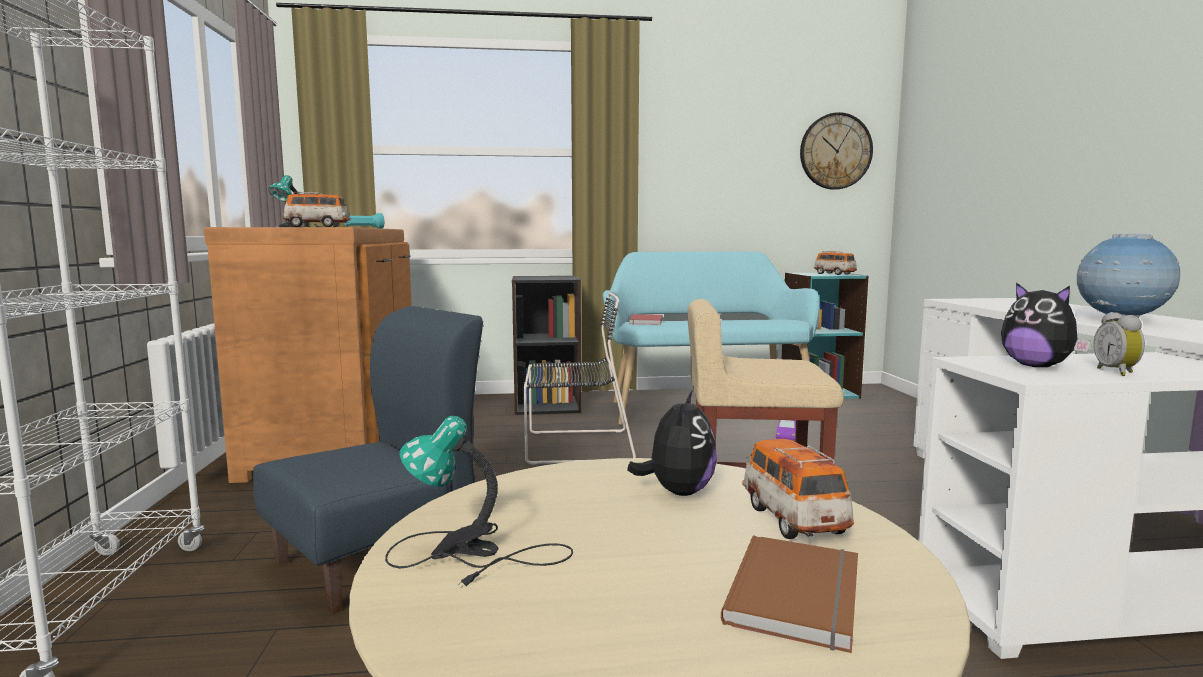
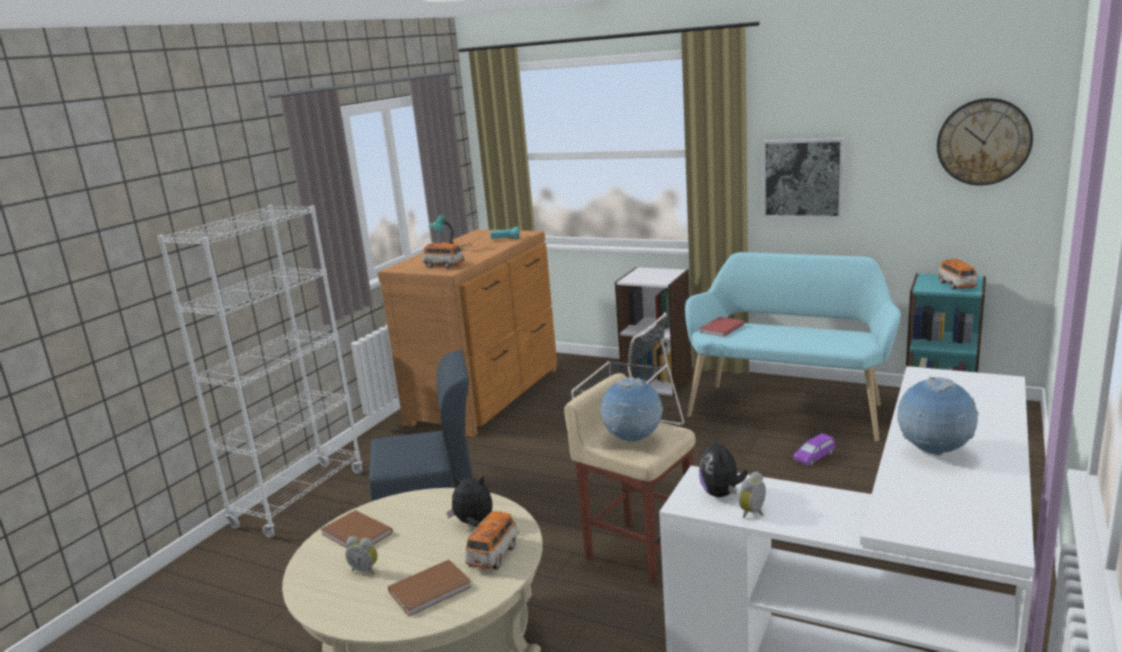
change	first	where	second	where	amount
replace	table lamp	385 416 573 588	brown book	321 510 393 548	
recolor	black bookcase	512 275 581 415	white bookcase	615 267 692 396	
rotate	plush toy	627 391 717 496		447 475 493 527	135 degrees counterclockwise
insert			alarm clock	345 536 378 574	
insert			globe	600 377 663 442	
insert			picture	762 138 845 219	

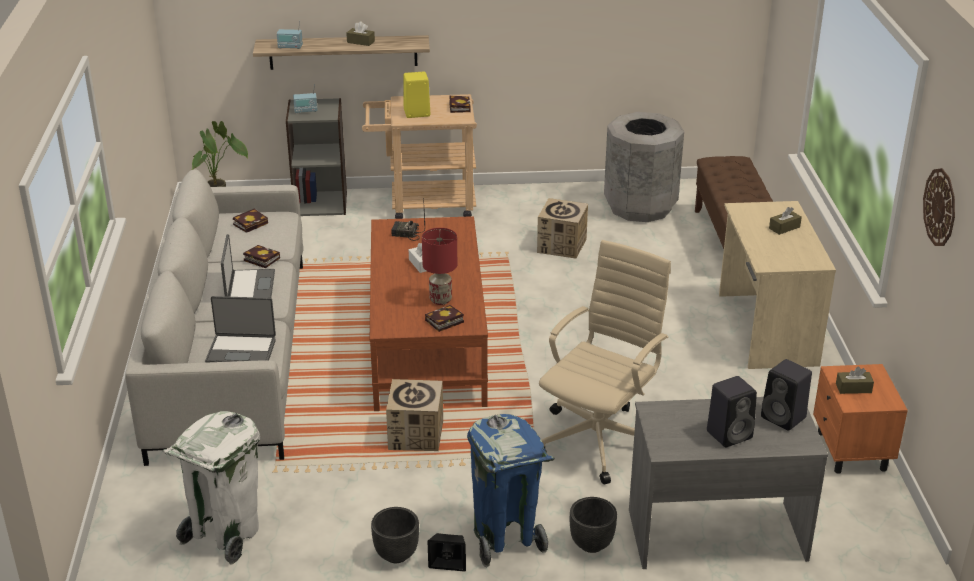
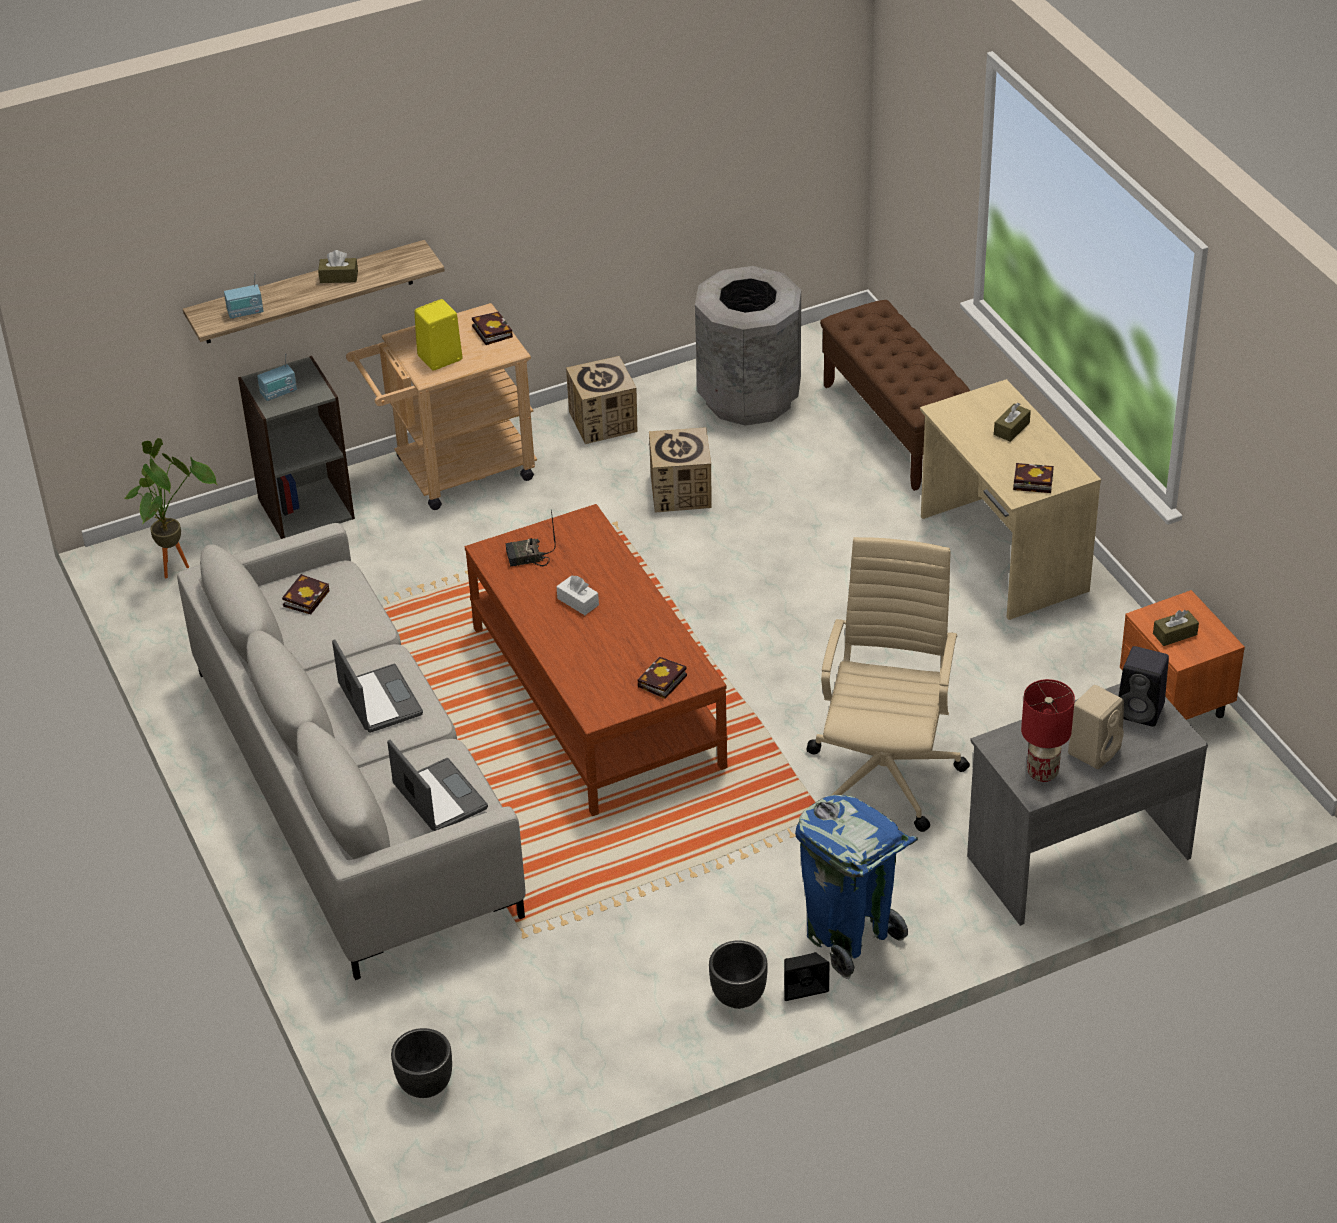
change	first	where	second	where	amount
delete	white trash can	163 411 260 565			
rotate	laptop	205 296 276 363		387 740 488 831	105 degrees counterclockwise
move	book	243 245 280 268		1013 463 1054 493	
move	cardboard box	386 379 443 451		566 356 637 444	
move	red table lamp	422 228 457 305		1021 679 1075 782	
move	black planter	569 497 617 553		391 1028 452 1098	
recolor	black speaker	707 376 757 448	beige speaker	1068 685 1124 769	
delete	wall clock	923 168 955 246			

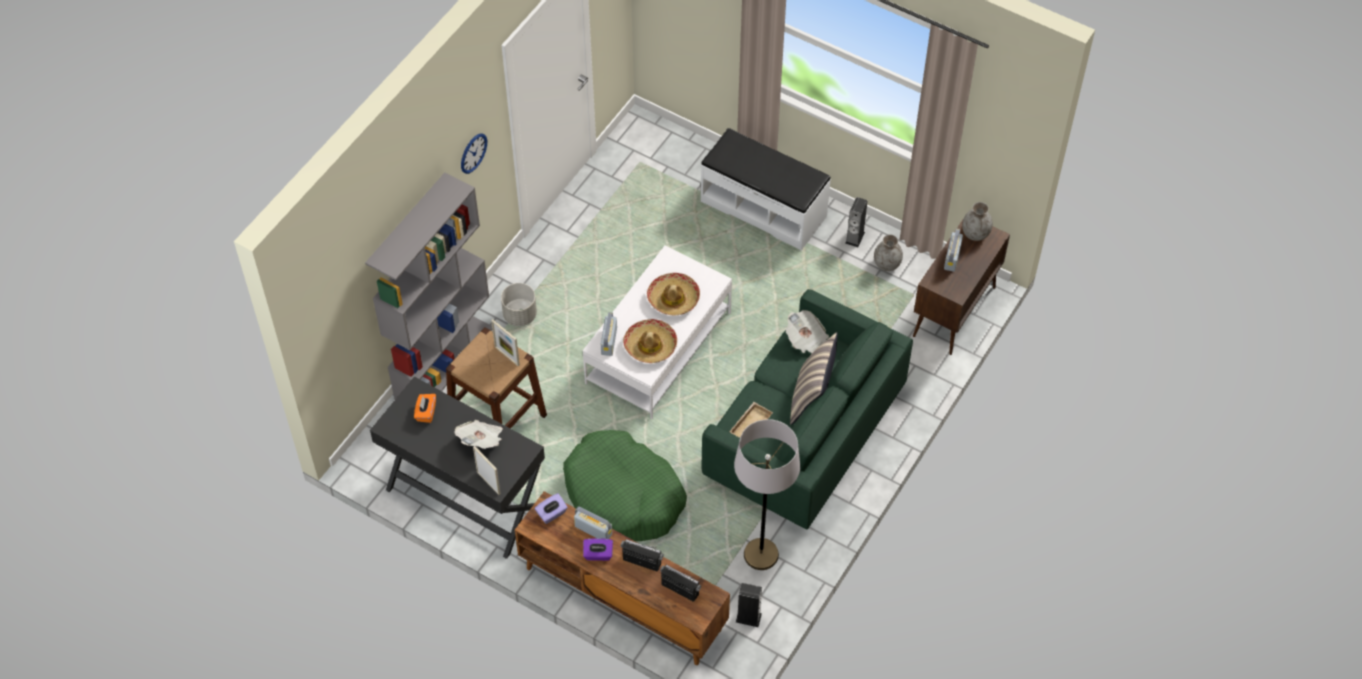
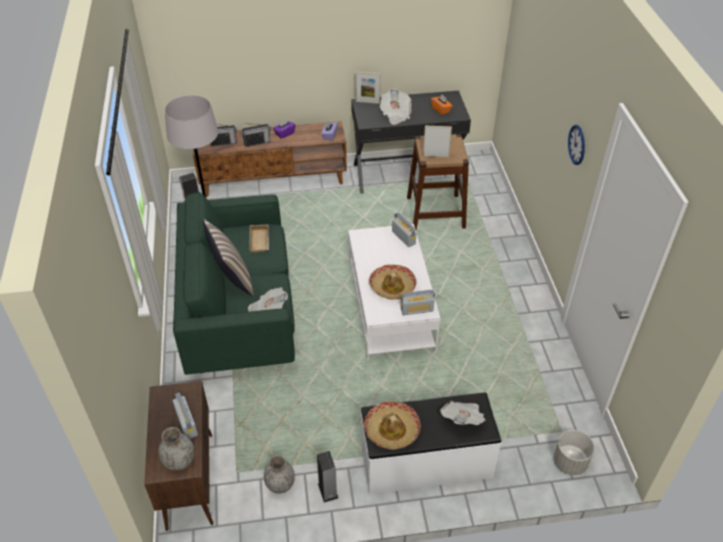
change	first	where	second	where	amount
delete	grey bookcase	365 173 492 400			
move	grey planter	501 283 537 326		553 430 595 476	
delete	green dog bed	563 430 687 541			
move	radio	574 506 612 539		401 290 435 315	
move	hat	623 319 677 363		364 401 421 450	
insert			newspaper	440 401 486 425	

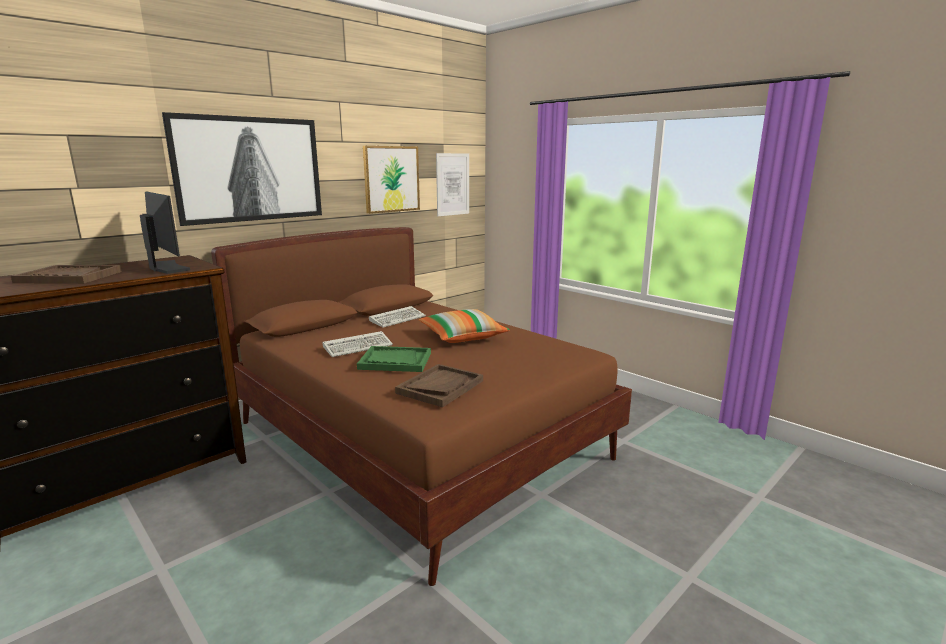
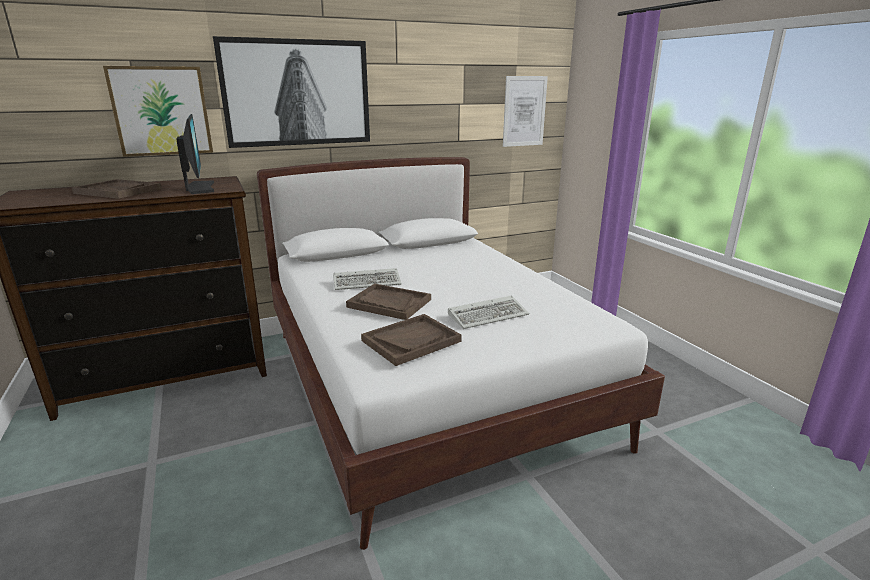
change	first	where	second	where	amount
recolor	brown bed	211 227 632 586	white bed	257 157 665 550	
recolor	green tray	357 346 431 372	brown tray	346 284 431 320	
move	picture	363 146 420 214		103 66 213 157	
move	keyboard	369 306 426 328		448 295 529 329	
delete	pillow	419 309 510 343			

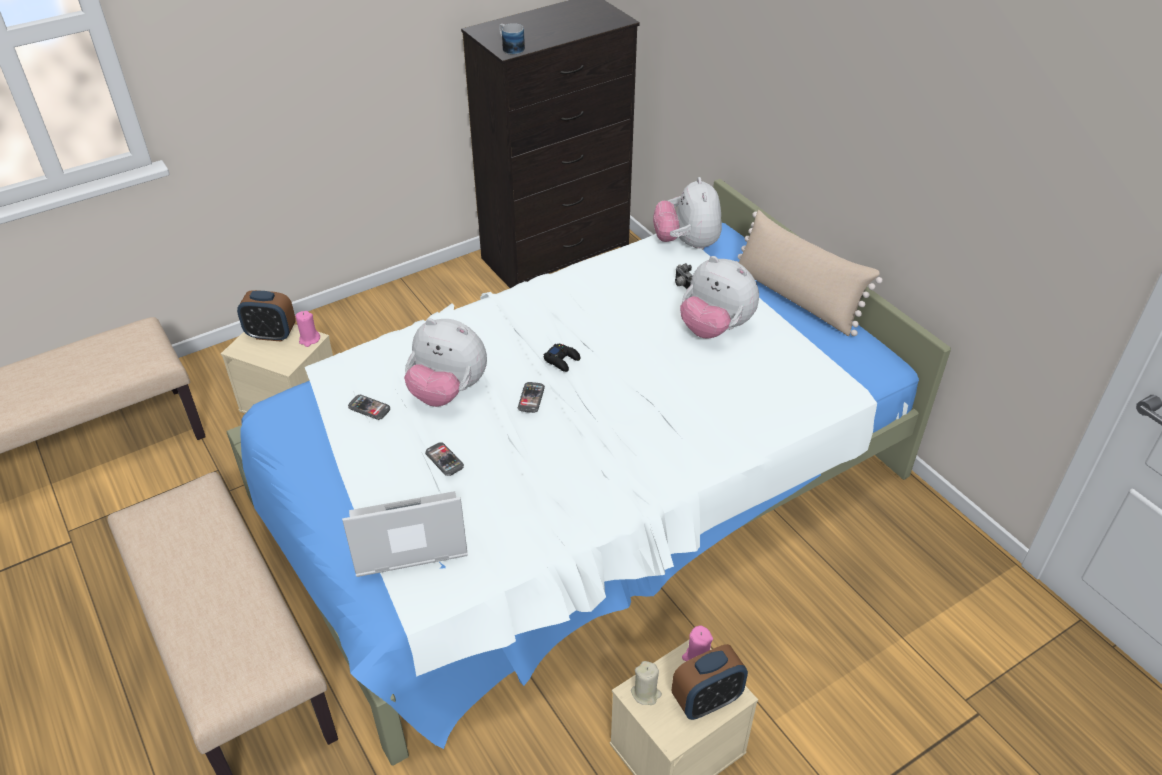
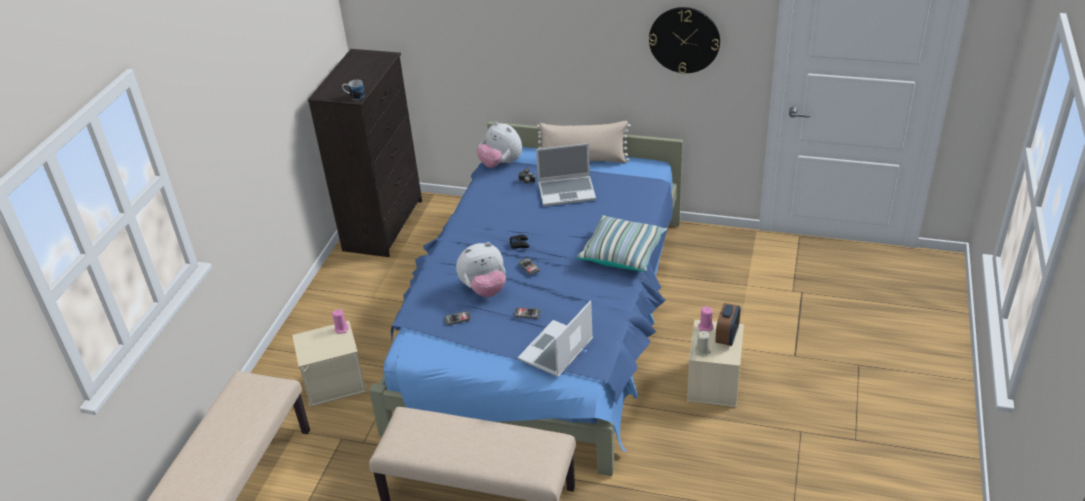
change	first	where	second	where	amount
recolor	white bed	227 179 951 766	blue bed	369 122 683 476	
delete	alarm clock	237 290 296 342			
replace	plush toy	680 256 759 339	laptop	536 143 596 206	
insert			pillow	576 215 667 272	
insert			wall clock	649 7 720 74	

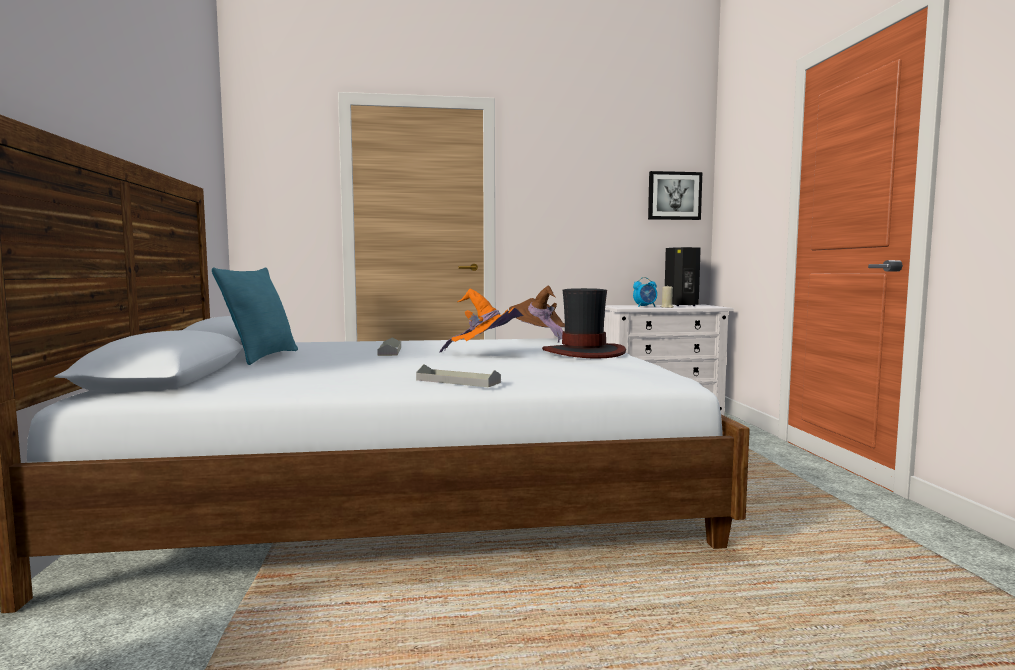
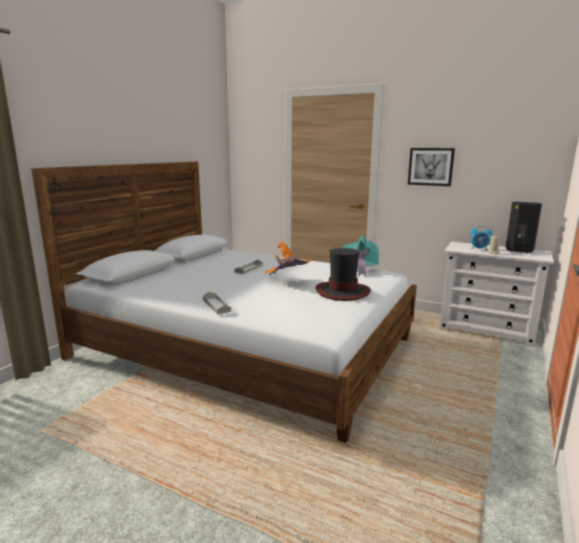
change	first	where	second	where	amount
delete	turquoise pillow	212 267 298 365			
recolor	brown hat	509 286 565 343	turquoise hat	342 235 379 277	
move	picture	648 171 702 220		408 148 455 186	

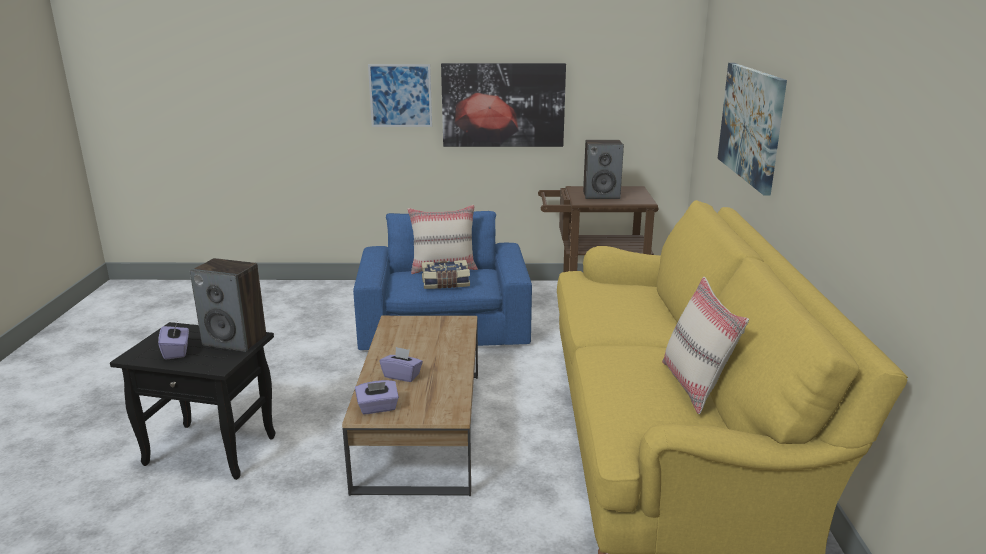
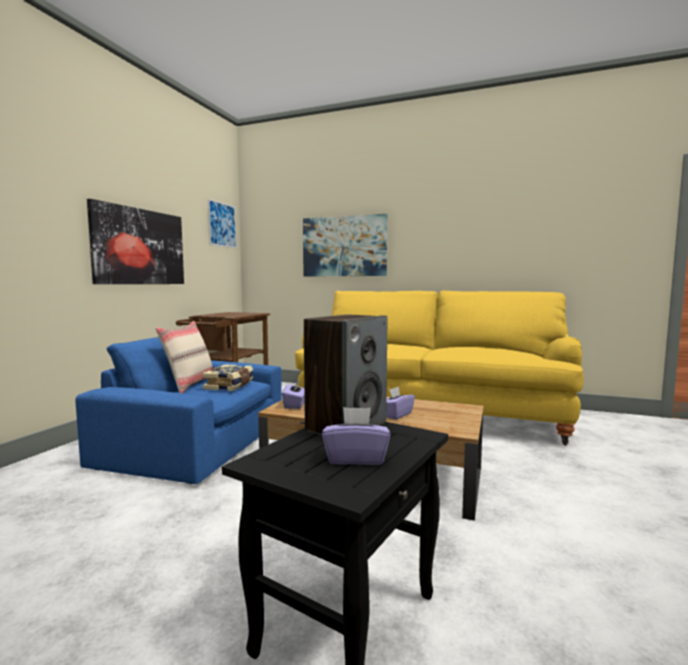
change	first	where	second	where	amount
move	purple tissue box	355 380 399 414		282 380 305 409	
move	picture	368 64 432 127		208 199 237 248	
delete	speaker	583 140 624 199			
delete	beige pillow	662 277 749 414			

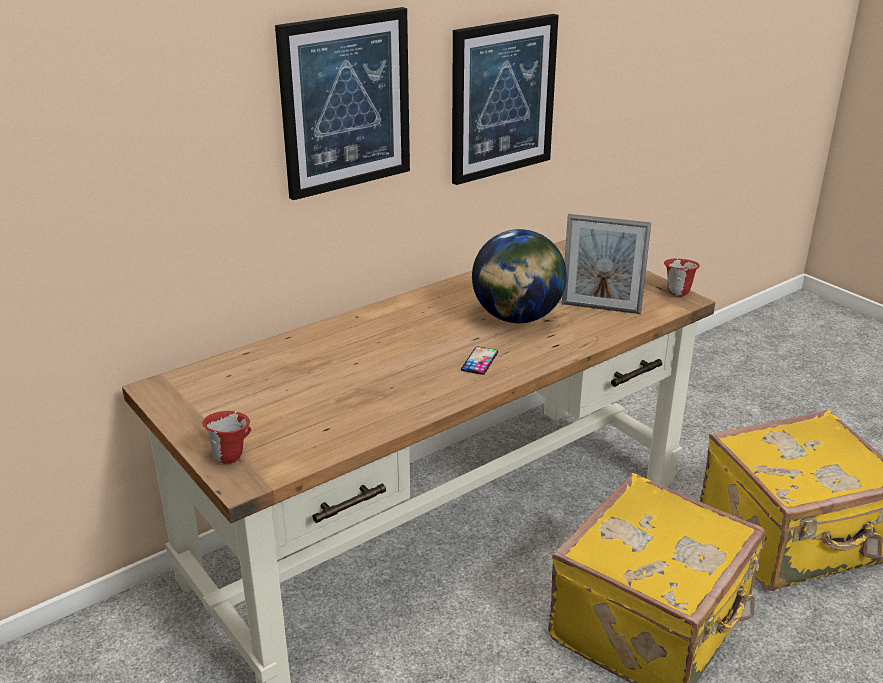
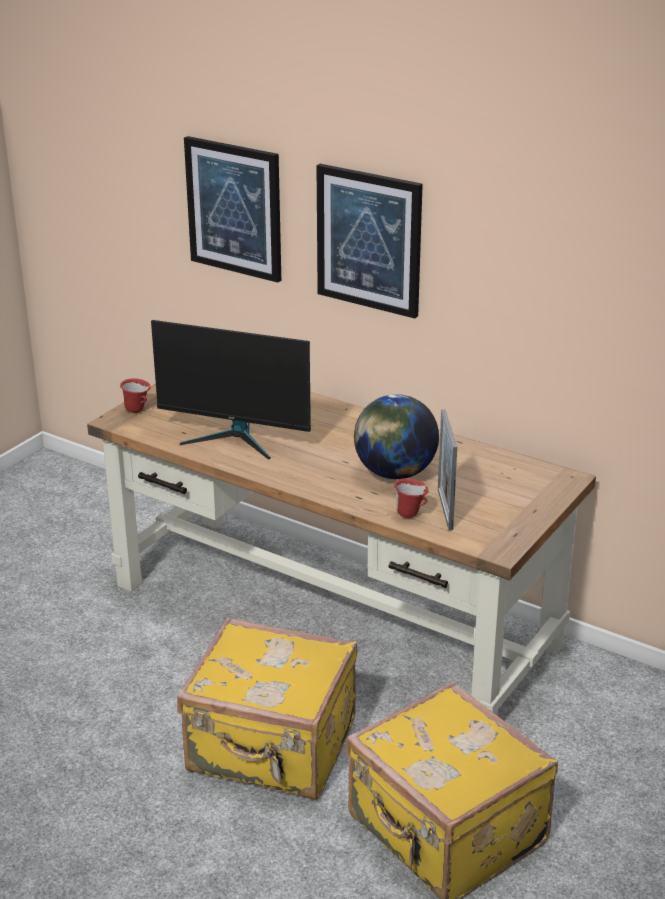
change	first	where	second	where	amount
move	picture	452 14 559 185		184 136 281 283	
delete	phone	461 347 498 375			
move	red mug	664 258 700 296		394 478 429 518	
insert			monitor	151 320 311 460	

